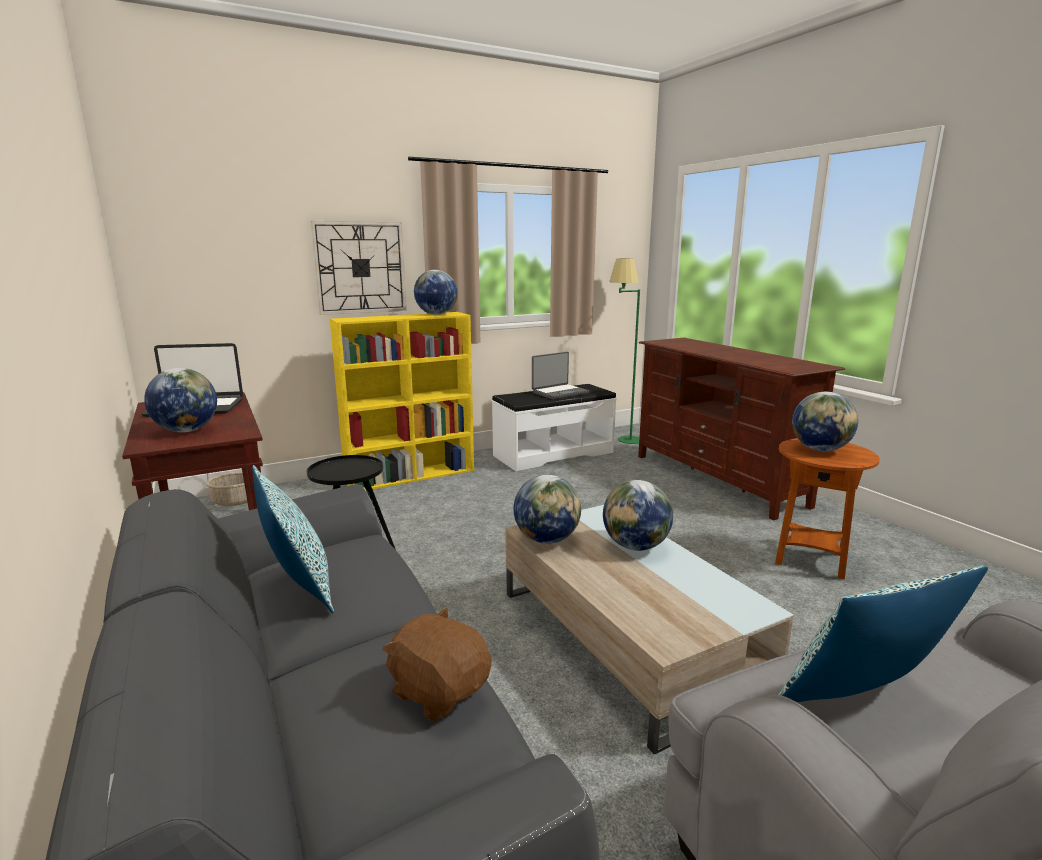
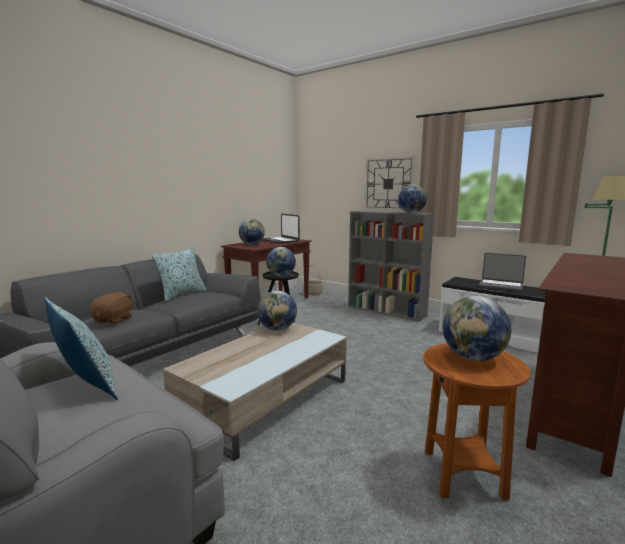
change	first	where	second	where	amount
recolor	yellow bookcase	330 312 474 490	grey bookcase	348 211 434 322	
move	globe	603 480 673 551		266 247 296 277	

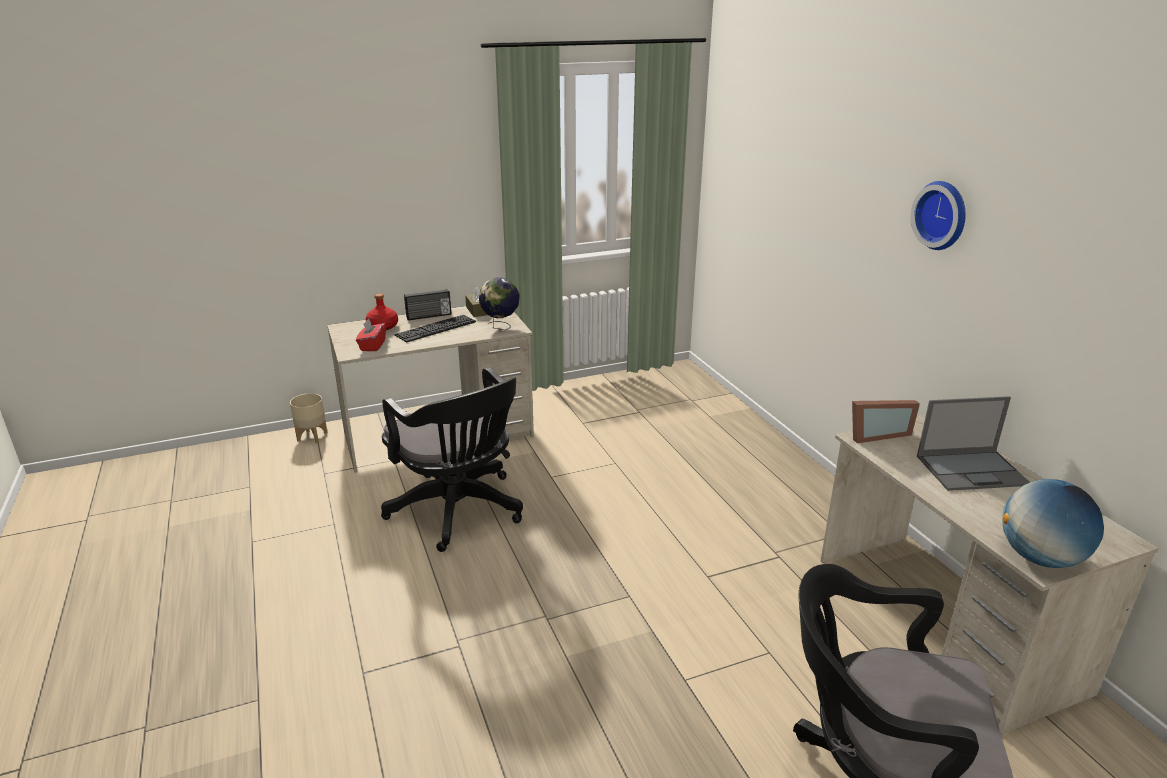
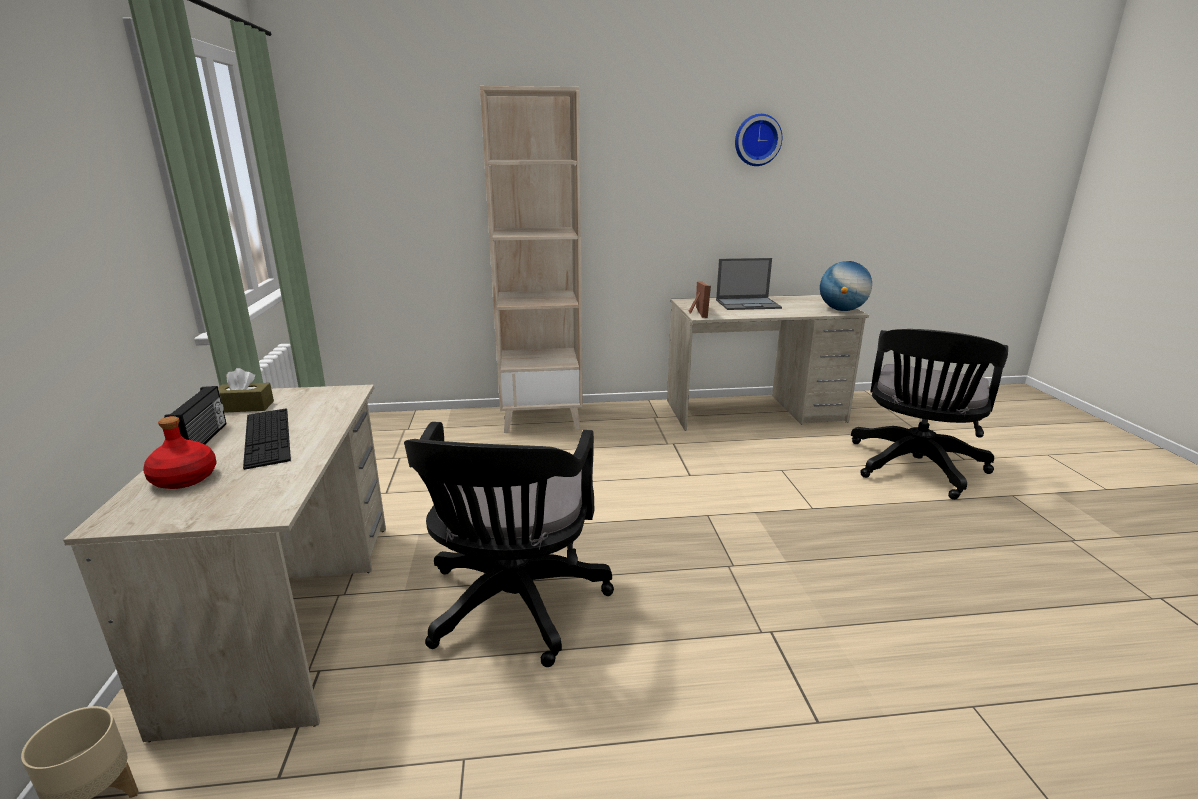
change	first	where	second	where	amount
delete	red tissue box	356 318 386 351			
rotate	black office chair	381 367 523 552		404 422 614 667	120 degrees clockwise
delete	globe	479 277 520 330			
move	wall clock	911 181 966 250		735 114 782 166	
rotate	laptop	917 396 1030 491		716 258 782 310	75 degrees clockwise
insert			beige bookcase	480 86 583 433	

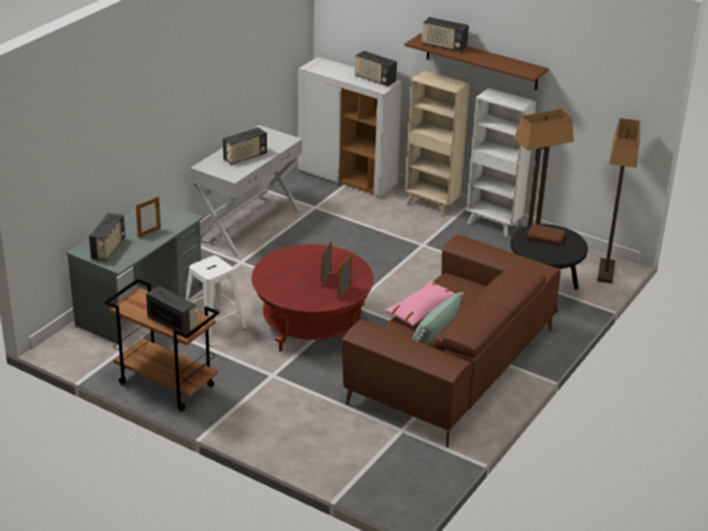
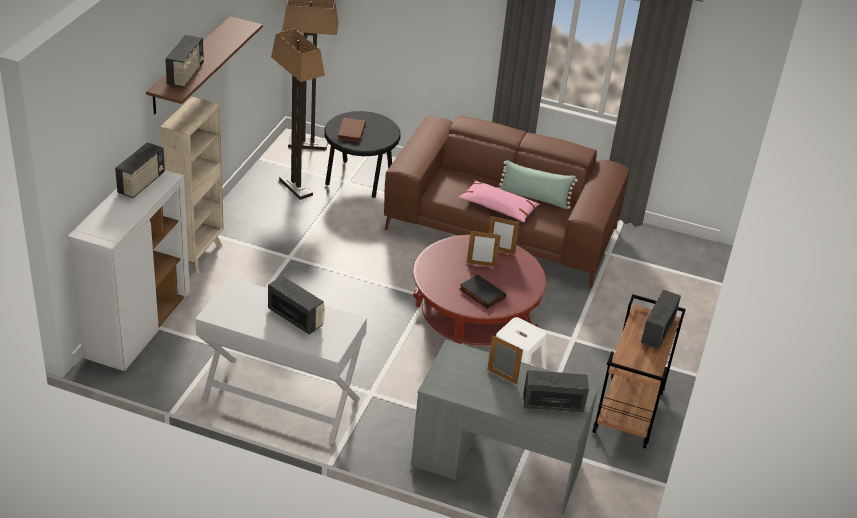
change	first	where	second	where	amount
delete	white bookcase	467 88 536 237			
insert			black book	460 274 506 309	

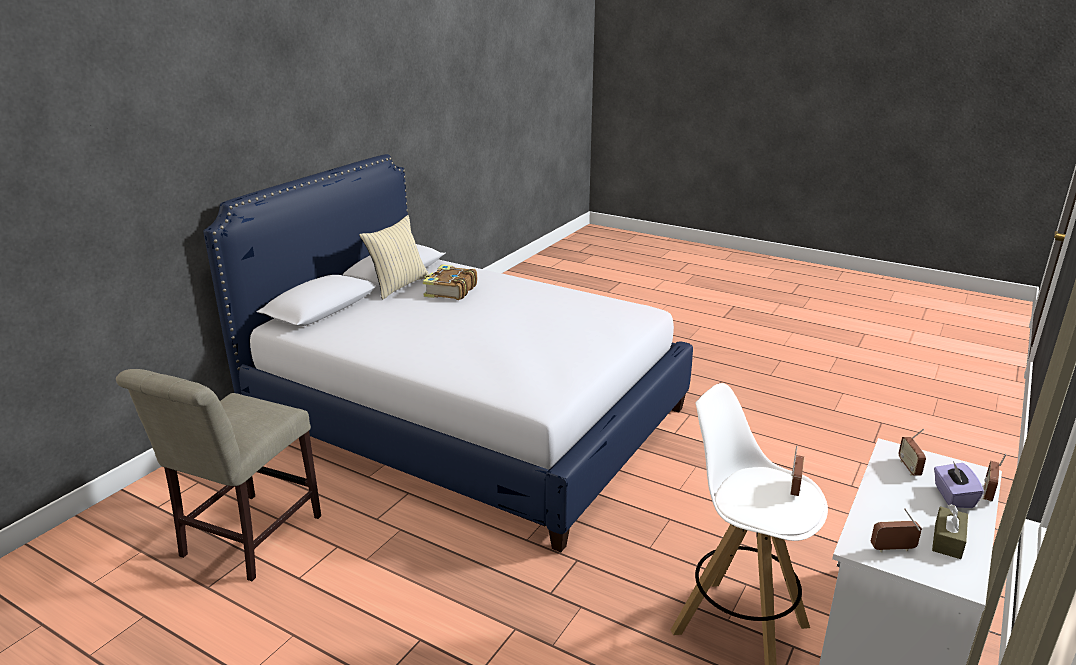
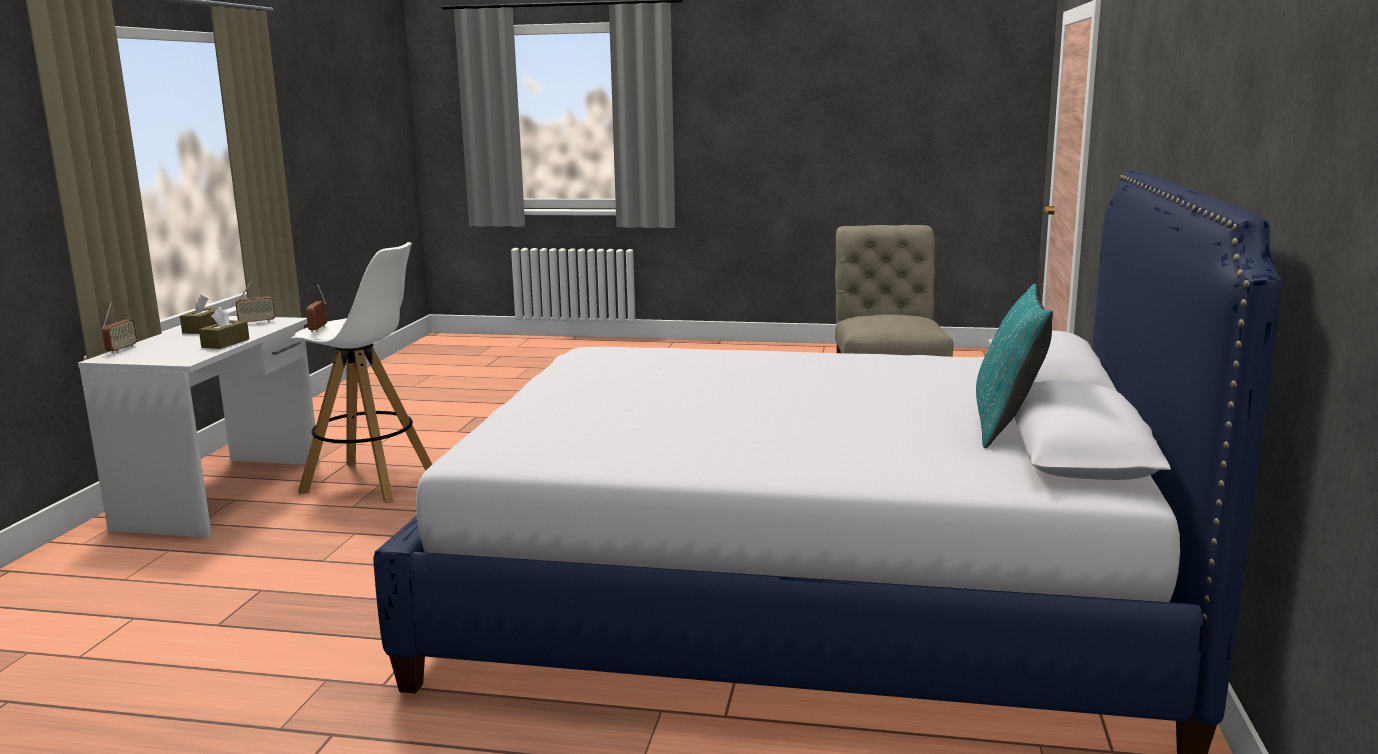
change	first	where	second	where	amount
recolor	beige pillow	359 215 429 299	turquoise pillow	976 283 1053 448	
delete	book	423 265 477 300			
delete	radio	899 429 926 476			
delete	purple tissue box	934 461 984 508			
insert			brown tissue box	199 307 249 349	

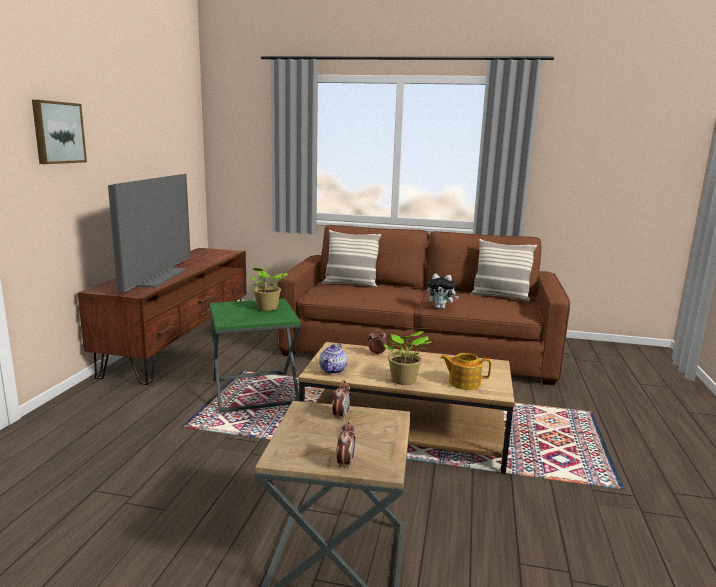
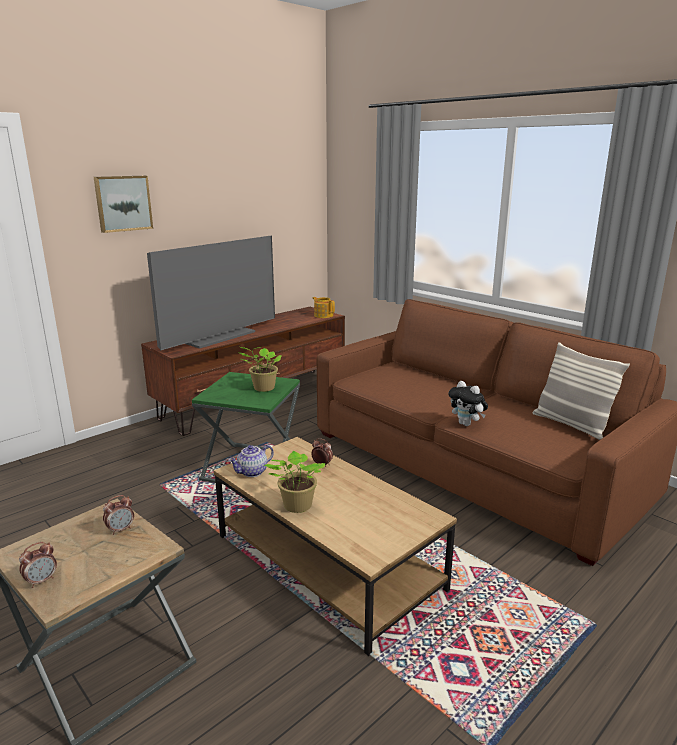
change	first	where	second	where	amount
delete	pillow	323 230 381 287			
move	teapot	440 353 491 390		312 297 335 318	

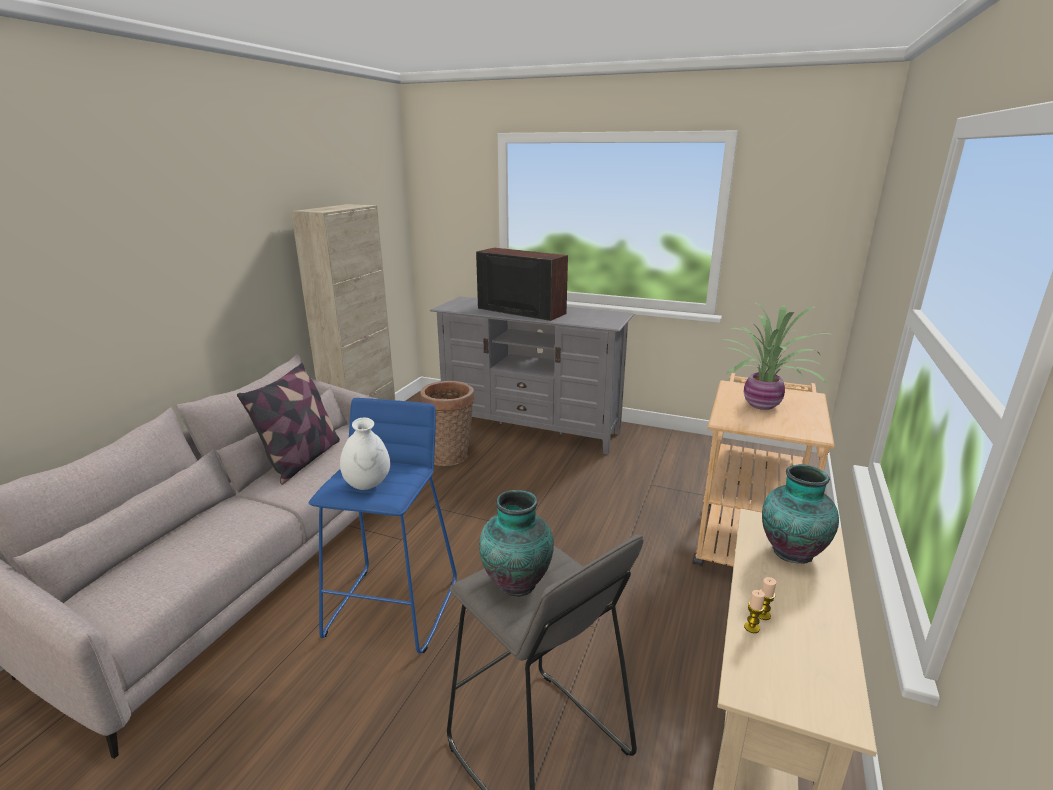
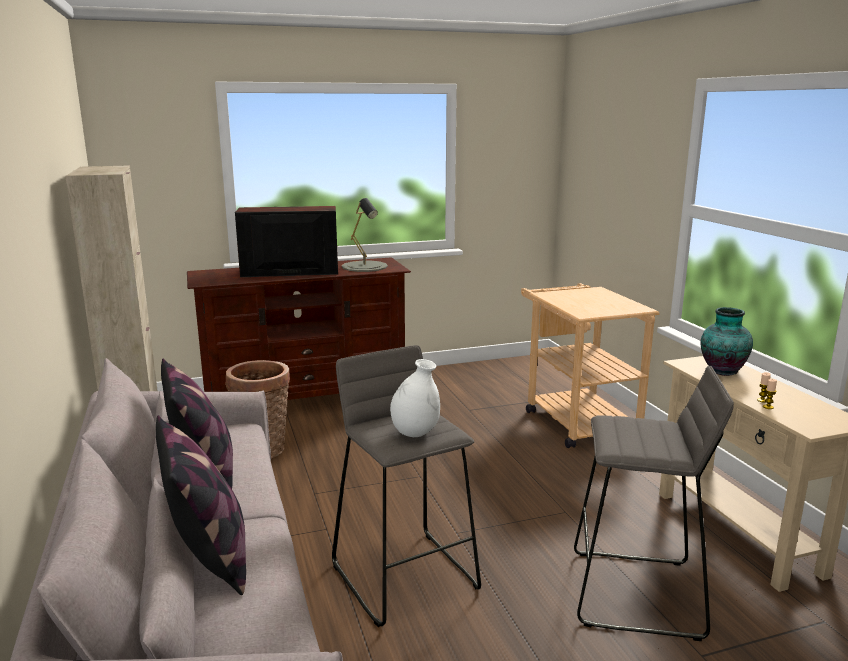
change	first	where	second	where	amount
recolor	blue stool	309 398 457 653	grey stool	332 345 481 627	
recolor	grey tv stand	430 296 635 455	brown tv stand	187 257 411 400	
delete	vase	479 490 554 597			
delete	potted plant	723 302 833 410			
insert			pillow	156 415 246 595	
insert			grey table lamp	342 198 388 272	

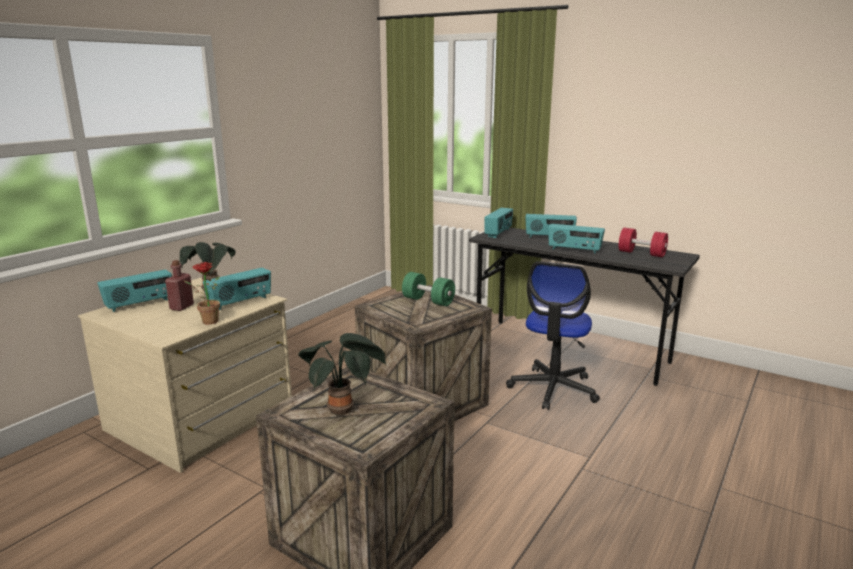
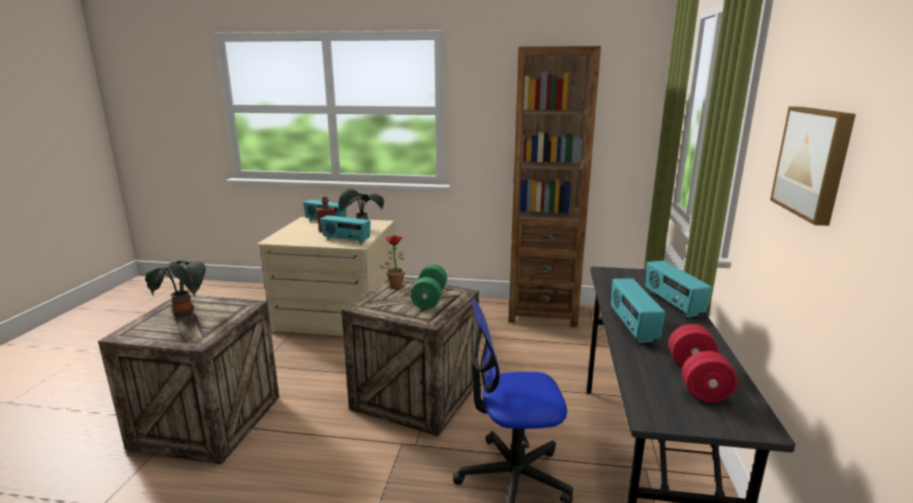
change	first	where	second	where	amount
move	potted plant	184 262 220 324		379 236 406 289	
delete	radio	485 208 513 238			
insert			brown bookcase	509 46 601 327	
insert			picture	770 107 856 226	

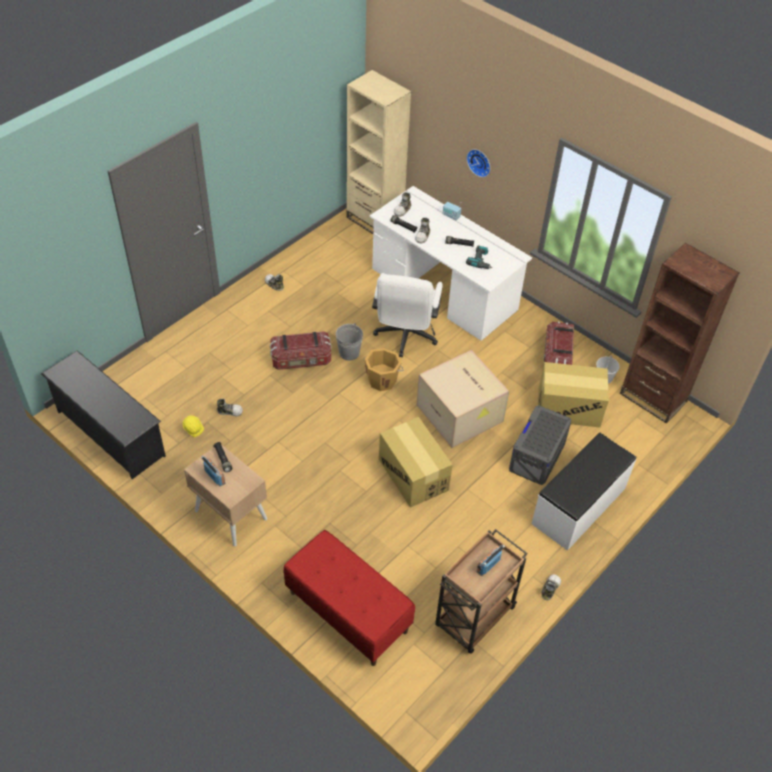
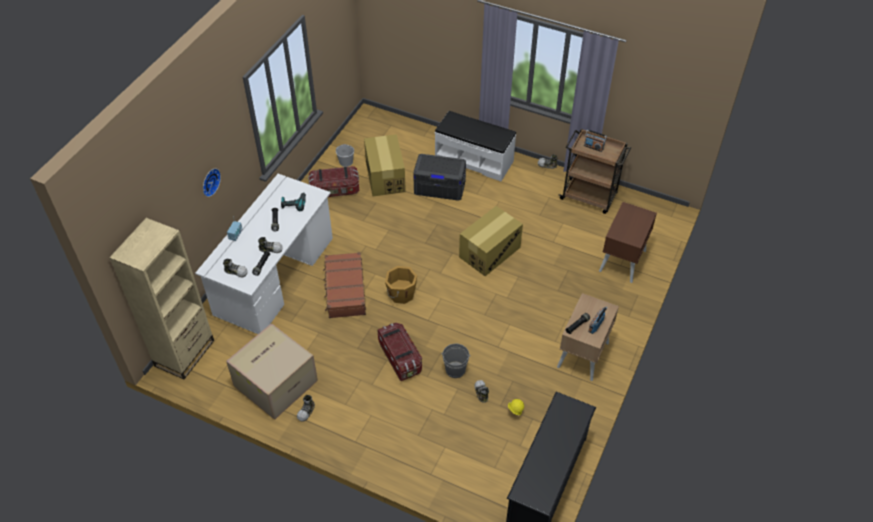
change	first	where	second	where	amount
replace	red bench	283 530 415 666	brown nightstand	599 202 657 283	
move	grey bucket	336 323 363 361		441 344 471 378	
replace	white office chair	372 273 443 357	brown suitcase	323 252 366 318	
move	cardboard box	416 350 509 448		226 323 318 420	
delete	brown bookcase	620 243 739 424			

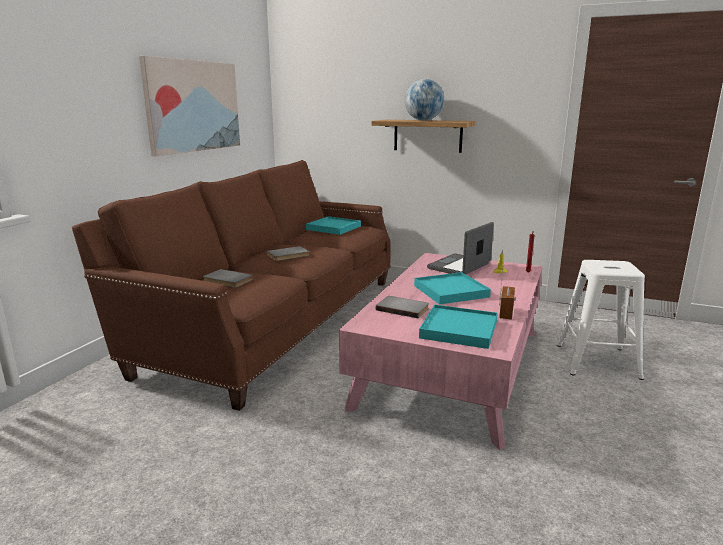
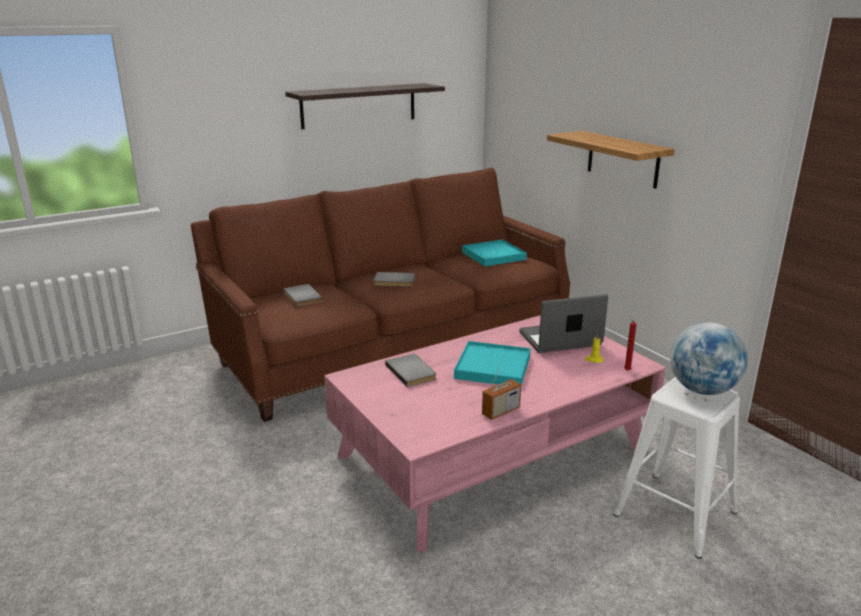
change	first	where	second	where	amount
replace	picture	139 55 240 156	shelf	285 83 445 129	
move	globe	405 79 444 121		670 322 748 395	
delete	turquoise tray	419 305 498 349			

